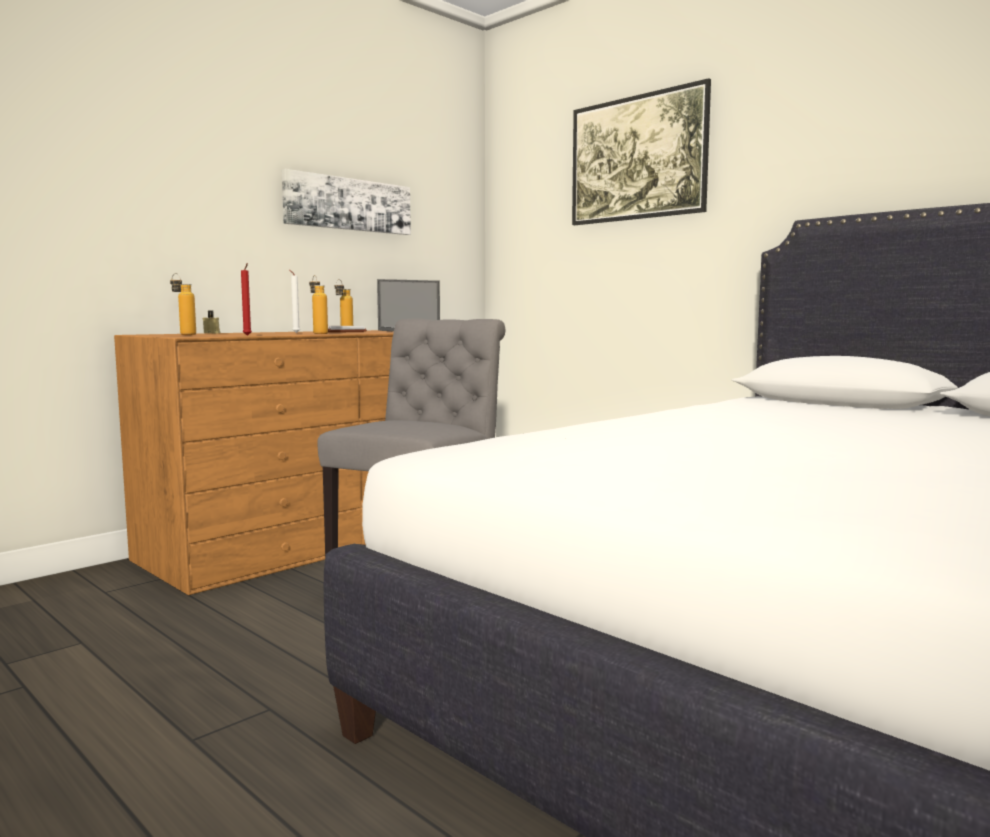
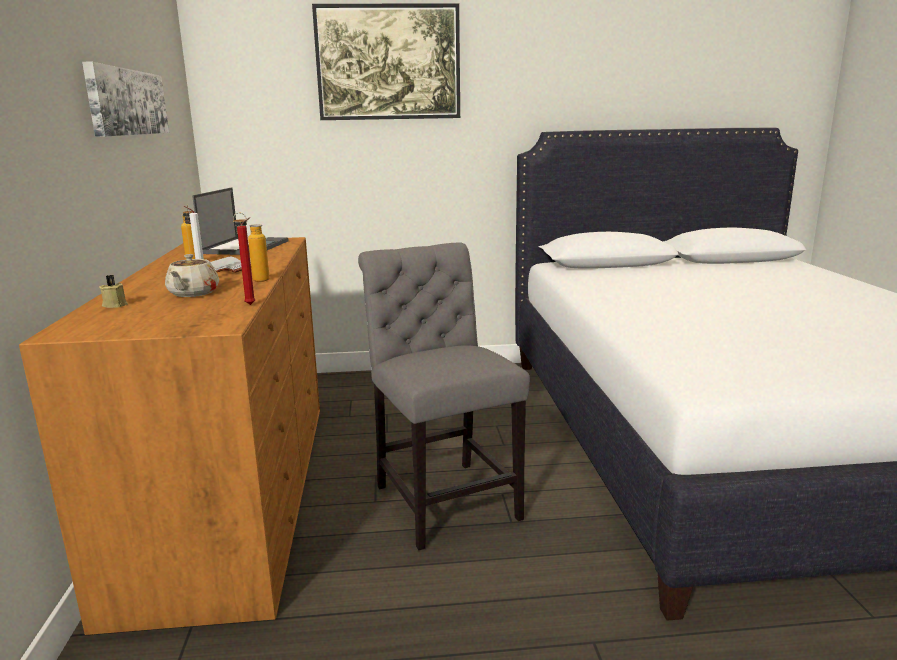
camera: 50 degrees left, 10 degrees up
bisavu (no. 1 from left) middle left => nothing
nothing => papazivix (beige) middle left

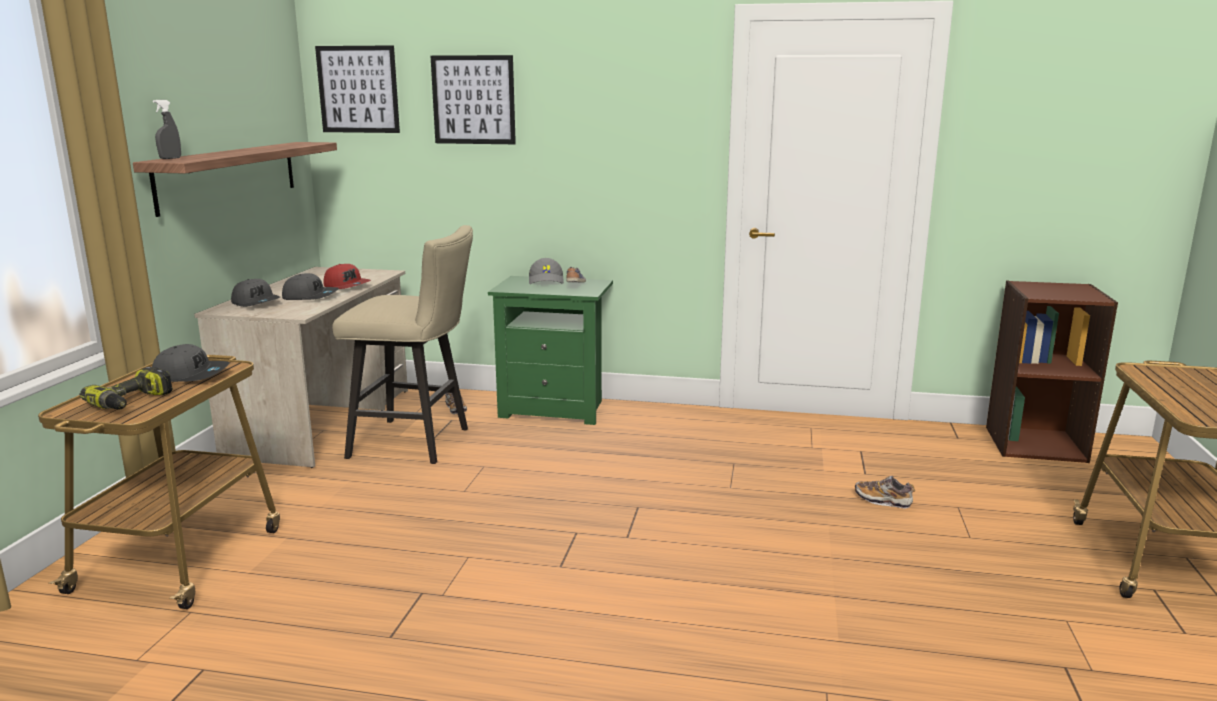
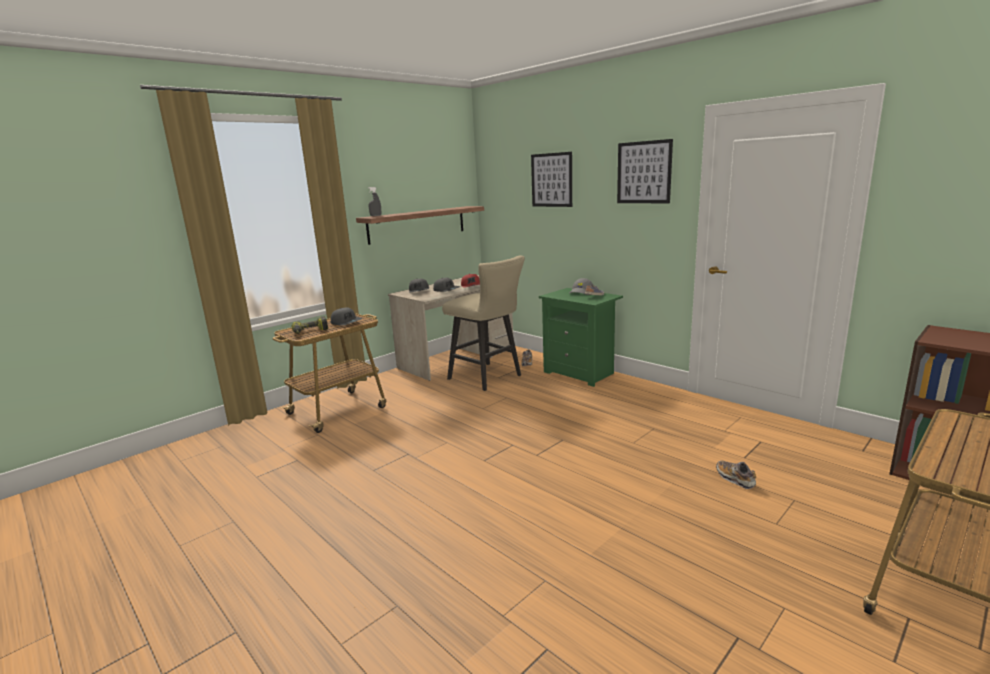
camera: 35 degrees right, 0 degrees up
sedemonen (no. 1 from left in the first image) top left => sedemonen (no. 2 from left) top centre, relocated

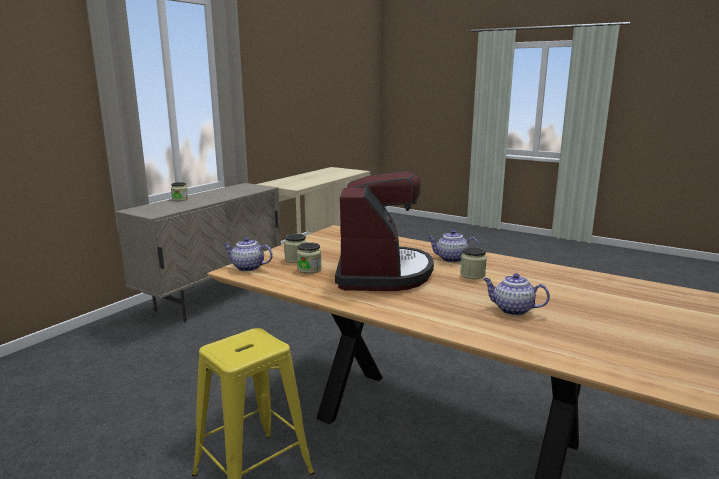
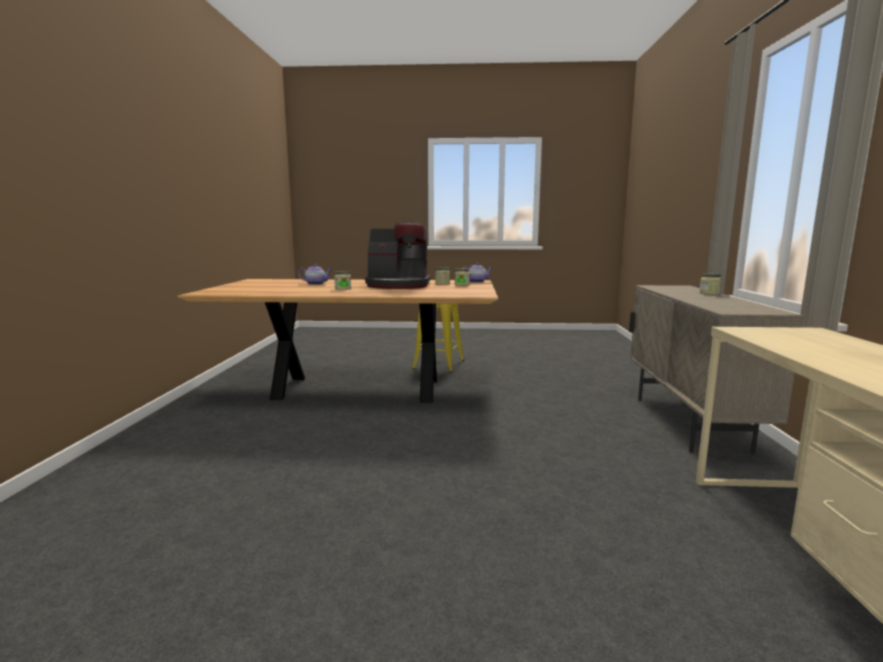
camera: 150 degrees right, 5 degrees down
papazivix (no. 2 from left) centre => nothing
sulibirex centre, 60 degrees counterclockwise

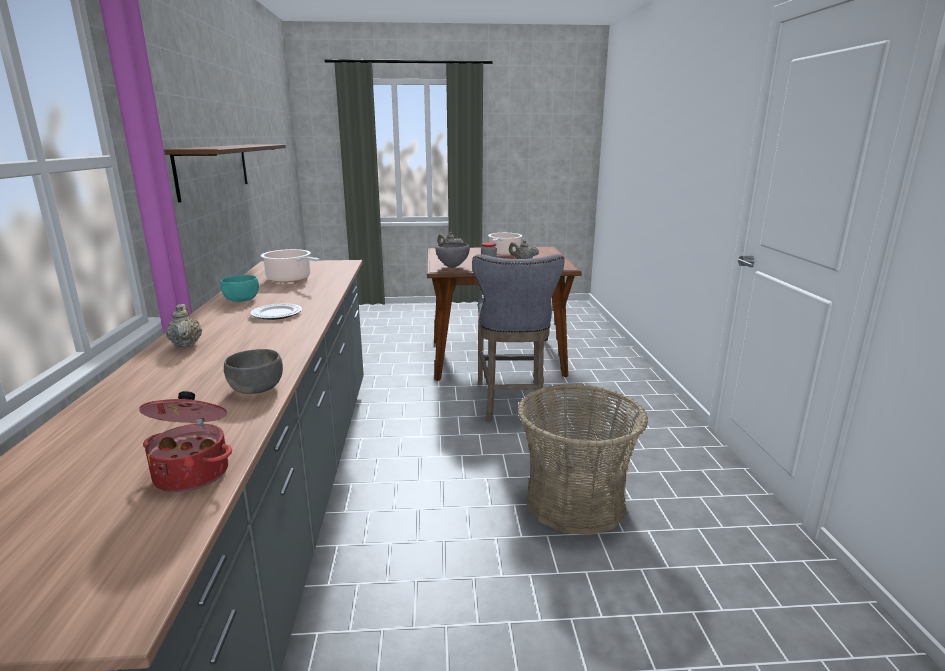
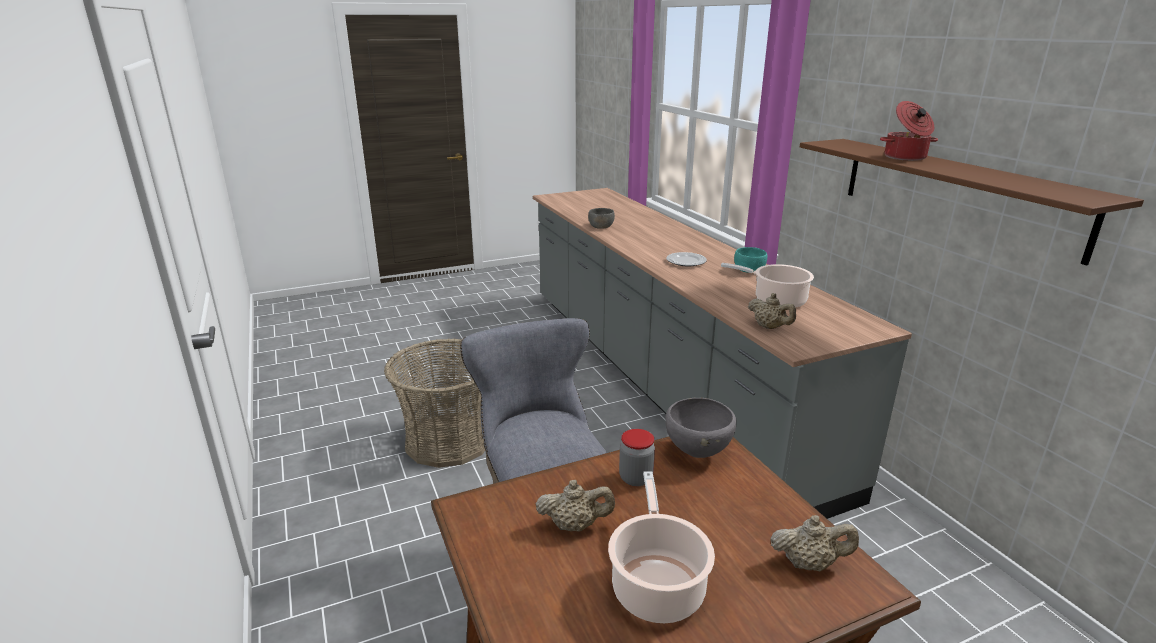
camera: 160 degrees right, 5 degrees up
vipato (no. 1 from left in the first image) middle left => vipato (no. 3 from left) top right, relocated
papazivix (beige) (no. 1 from left in the first image) middle left => papazivix (beige) (no. 2 from left) middle right, relocated

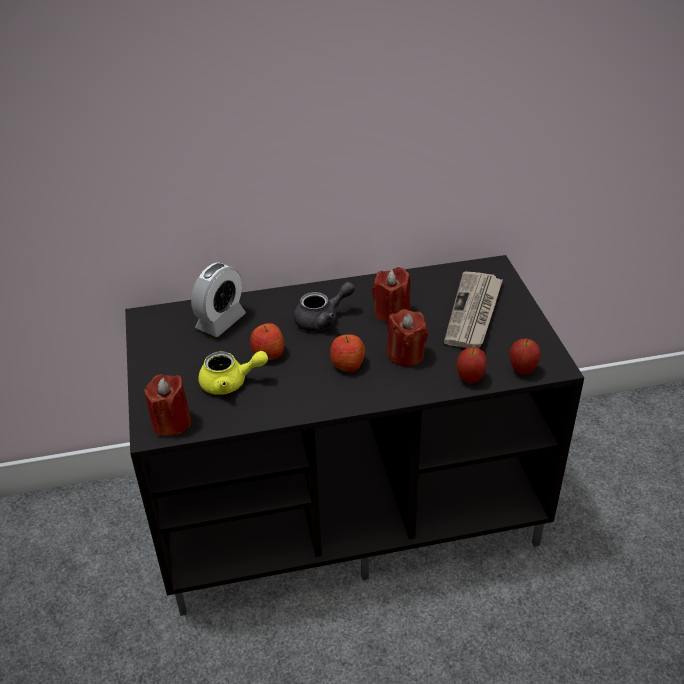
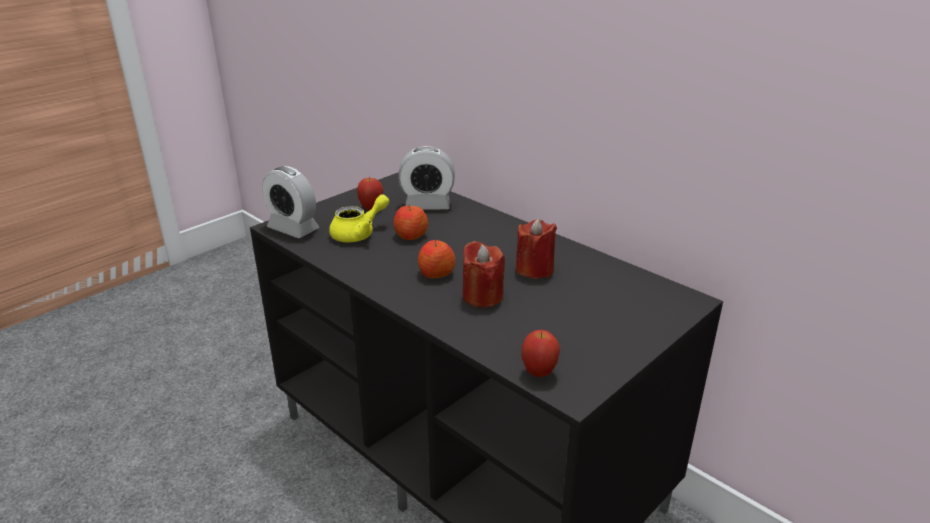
camera: 55 degrees right, 10 degrees down
papazivix (grey) centre => nothing
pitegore middle right => nothing
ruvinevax (no. 3 from left in the first image) middle right => ruvinevax (no. 1 from left) centre, relocated
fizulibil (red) (no. 1 from left) middle left => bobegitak (no. 1 from left) middle left
papazivix (yellow) centre, 90 degrees counterclockwise

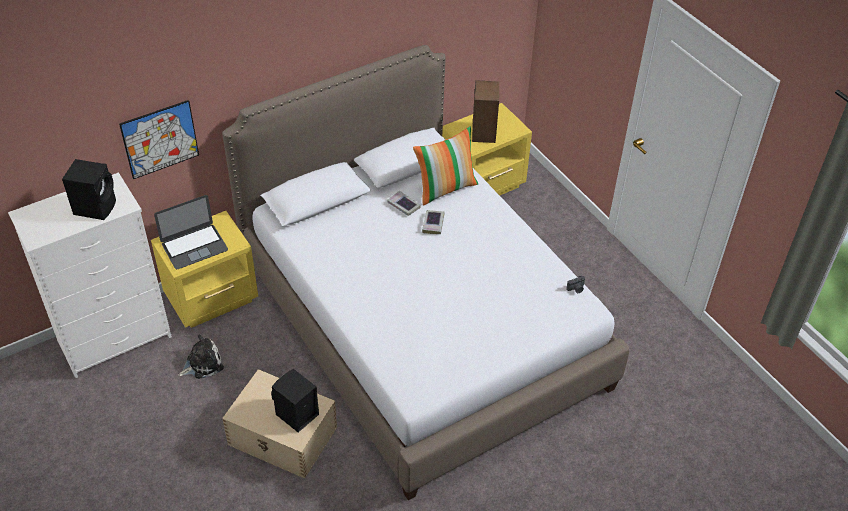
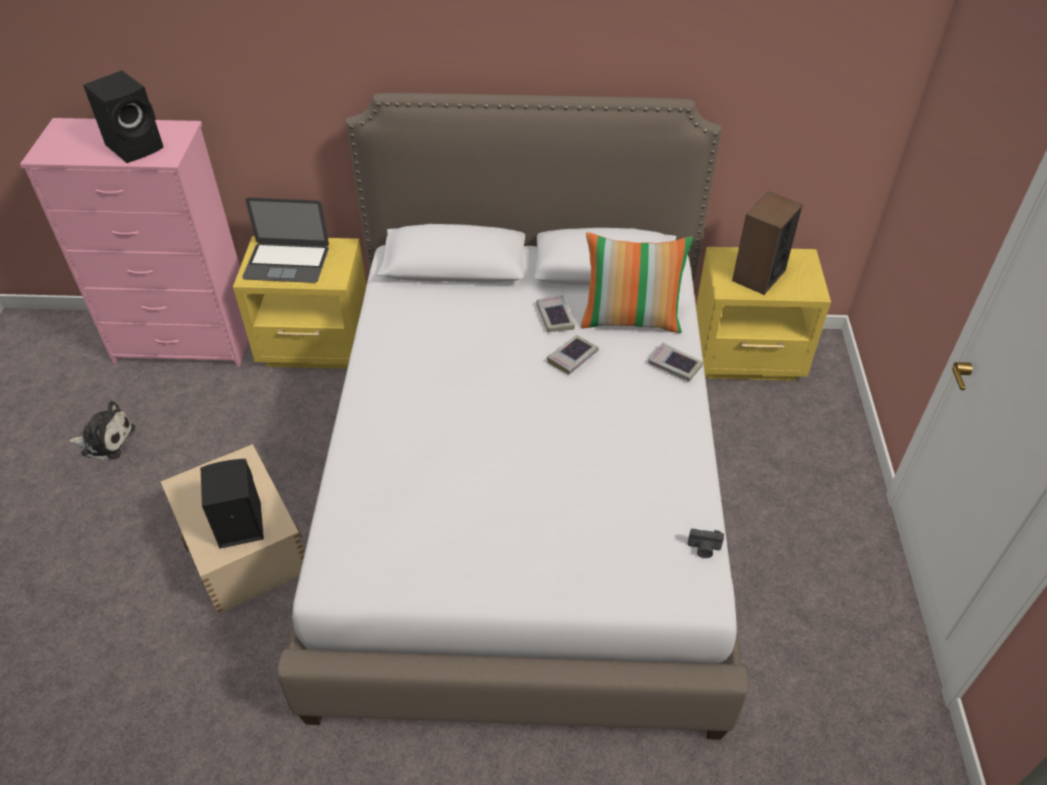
camera: 35 degrees right, 0 degrees up
sedemonen top left => nothing
nothing => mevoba (no. 3 from left) centre
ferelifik bottom left => ferelifik middle left, relocated
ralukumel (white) middle left => ralukumel (pink) top left

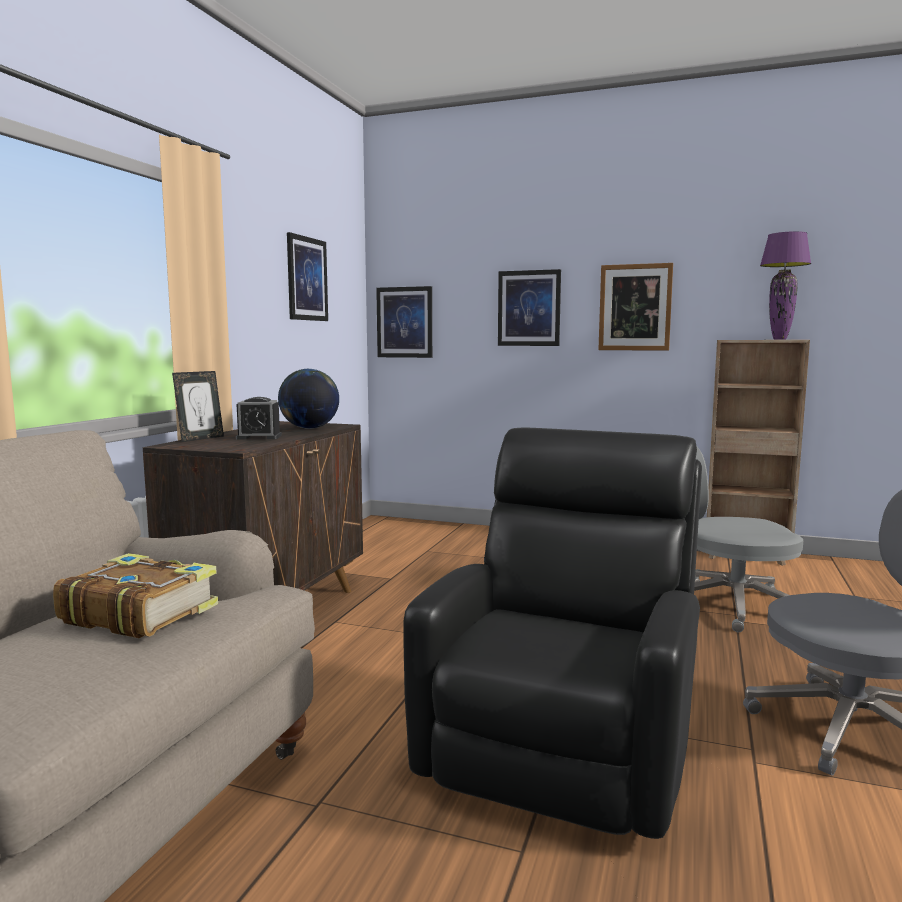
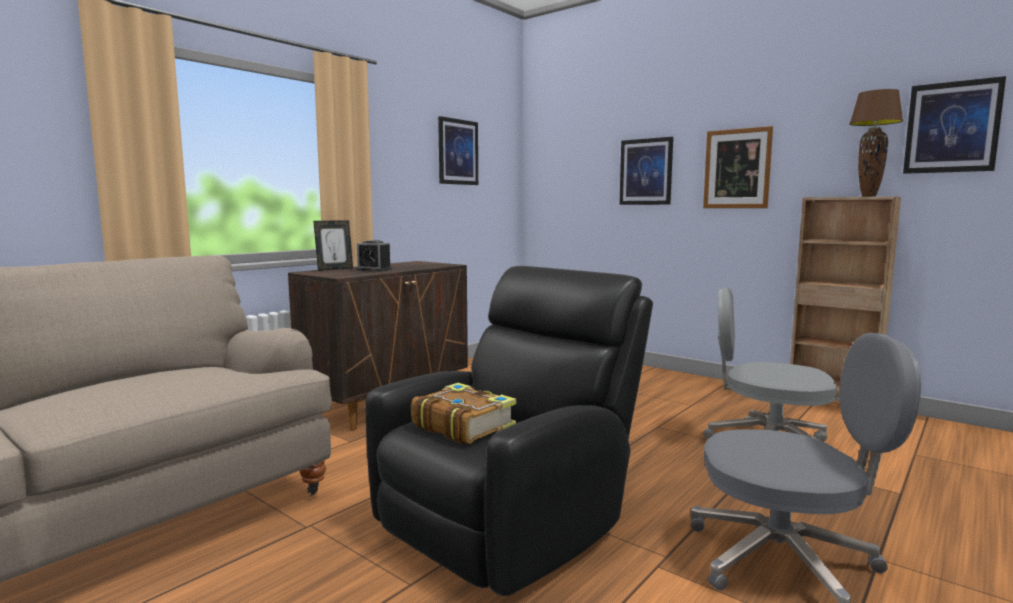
camera: 20 degrees right, 0 degrees up
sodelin centre => nothing
mevoba middle left => mevoba bottom centre, relocated
sedemonen (no. 2 from left in the first image) centre => sedemonen (no. 4 from left) top right, relocated
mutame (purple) top right => mutame (brown) top right

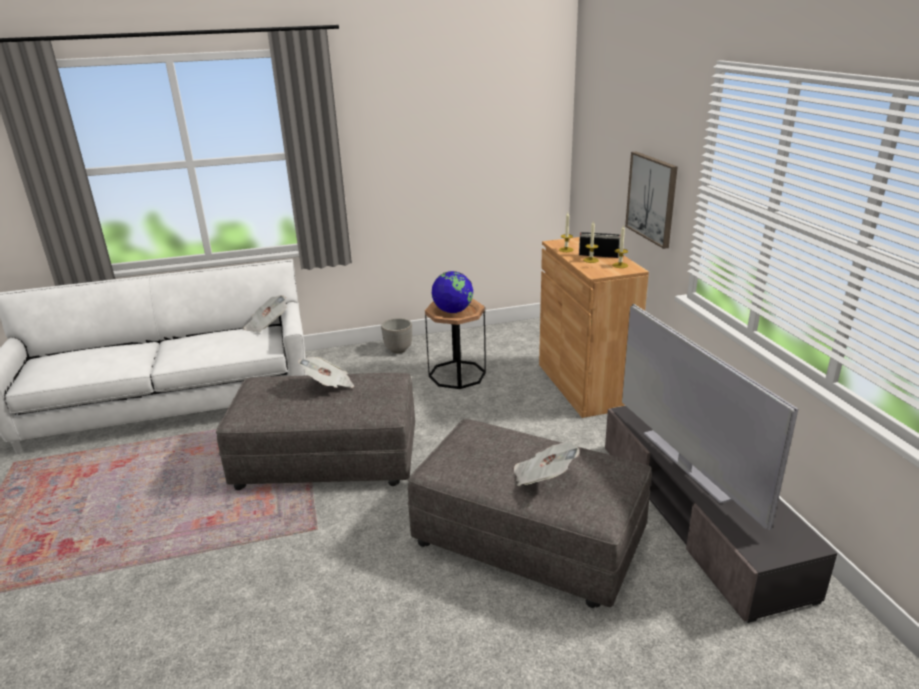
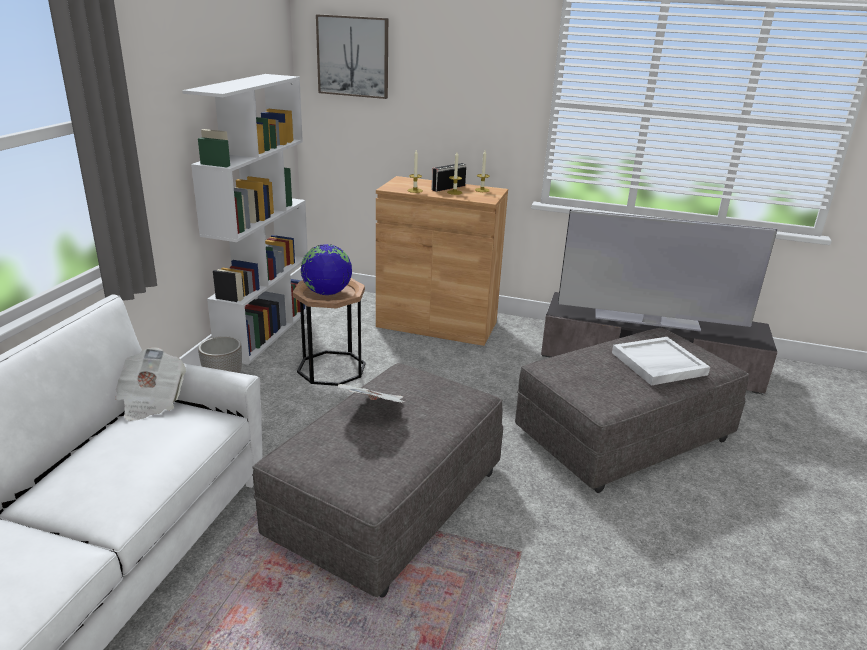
camera: 60 degrees left, 0 degrees up
nothing => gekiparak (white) middle left
sedemonen top right => sedemonen top centre, relocated
pitegore (no. 3 from left) bottom centre => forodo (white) middle right

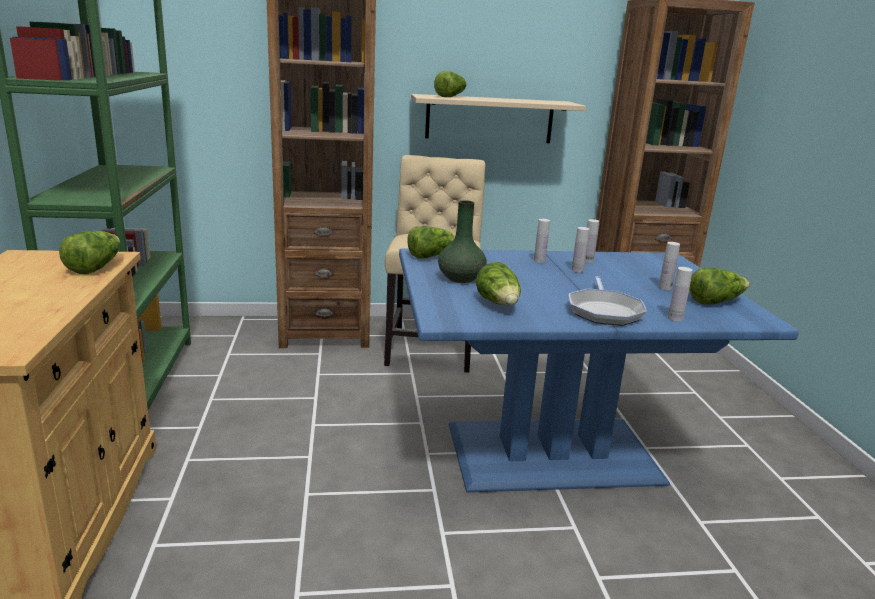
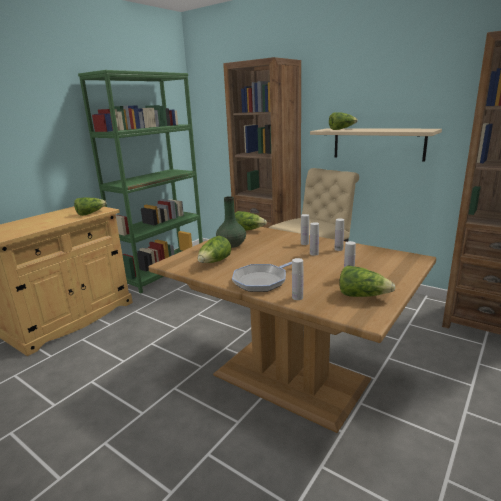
camera: 45 degrees right, 0 degrees up
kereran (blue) middle right => kereran (brown) centre

